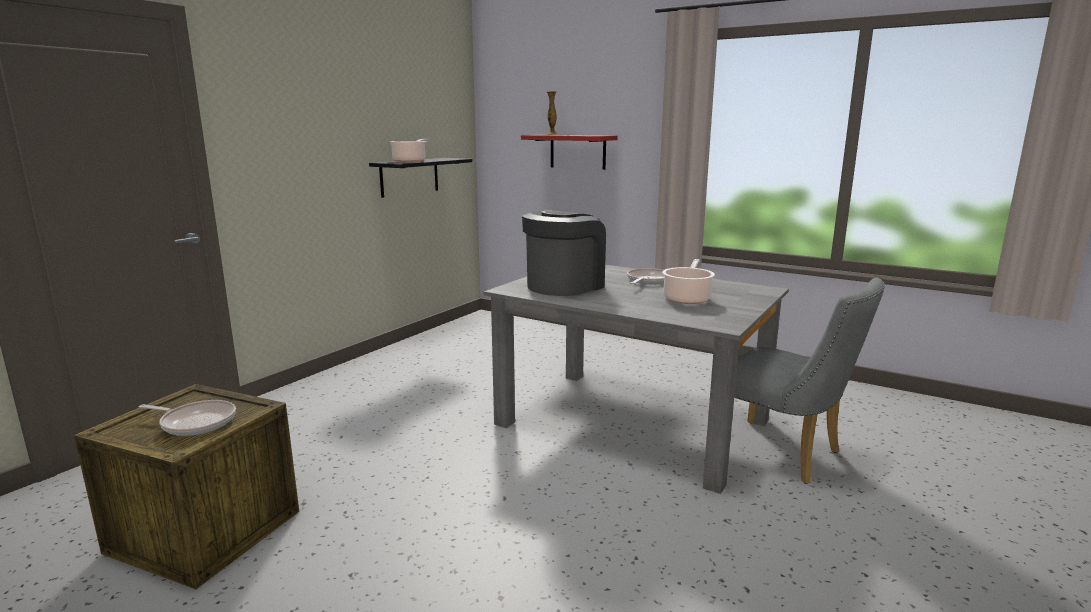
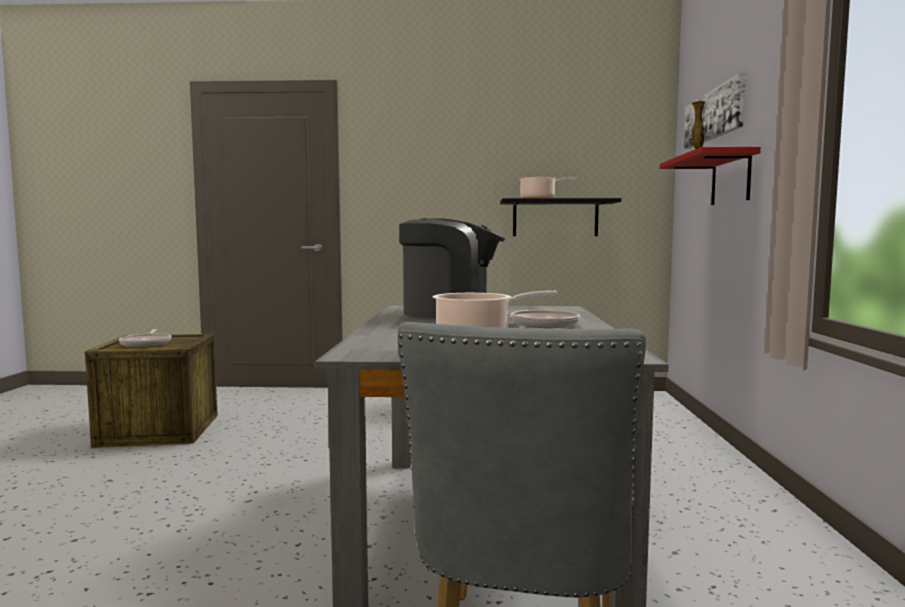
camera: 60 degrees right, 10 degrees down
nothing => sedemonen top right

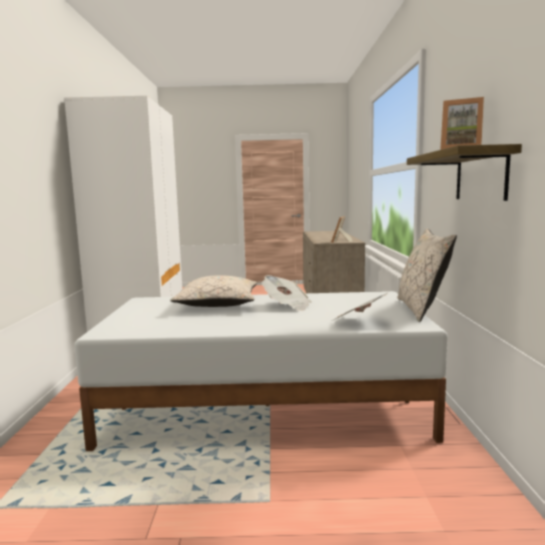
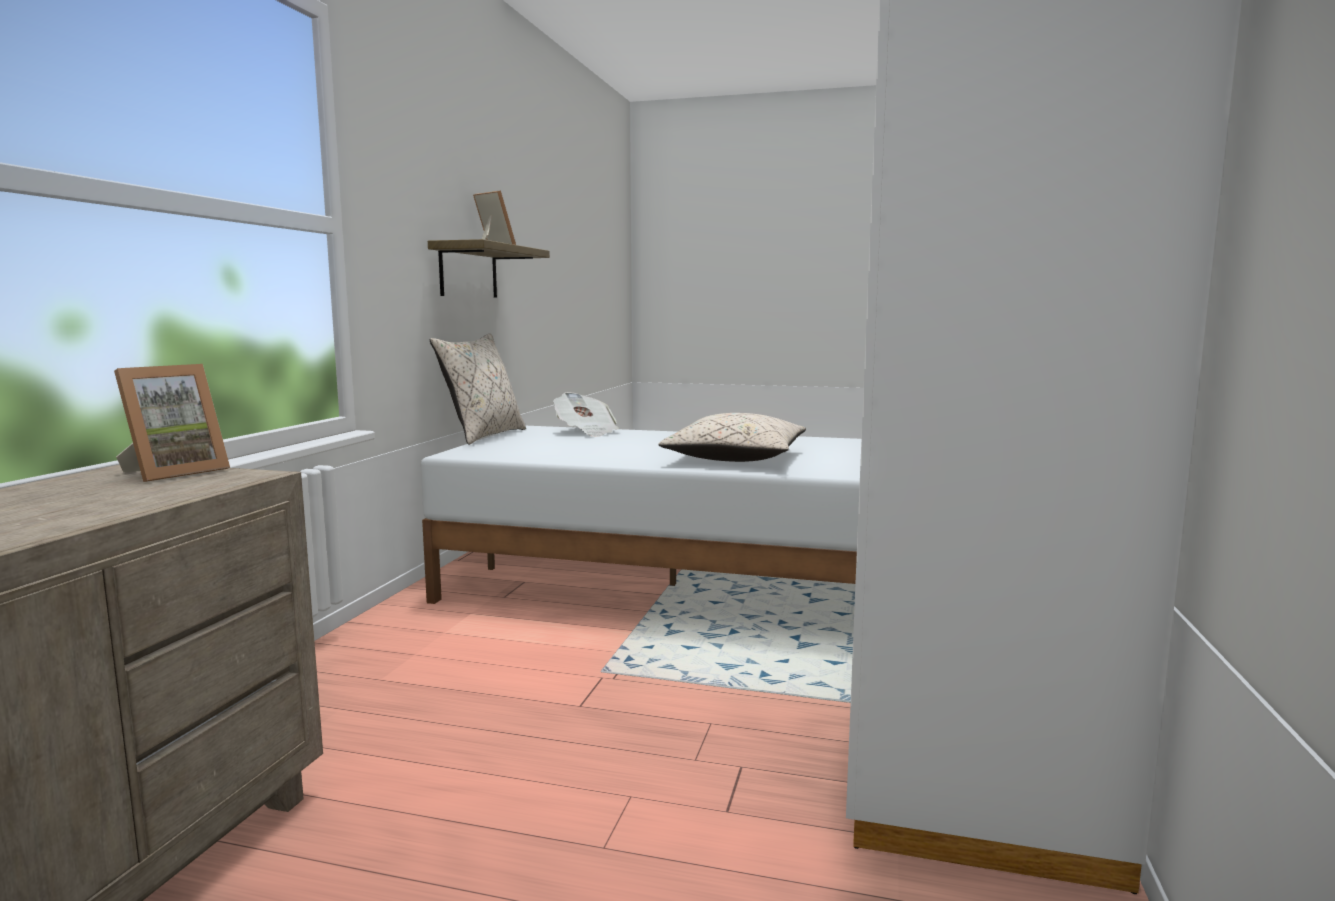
camera: 165 degrees left, 0 degrees up
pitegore (no. 1 from left) centre => nothing

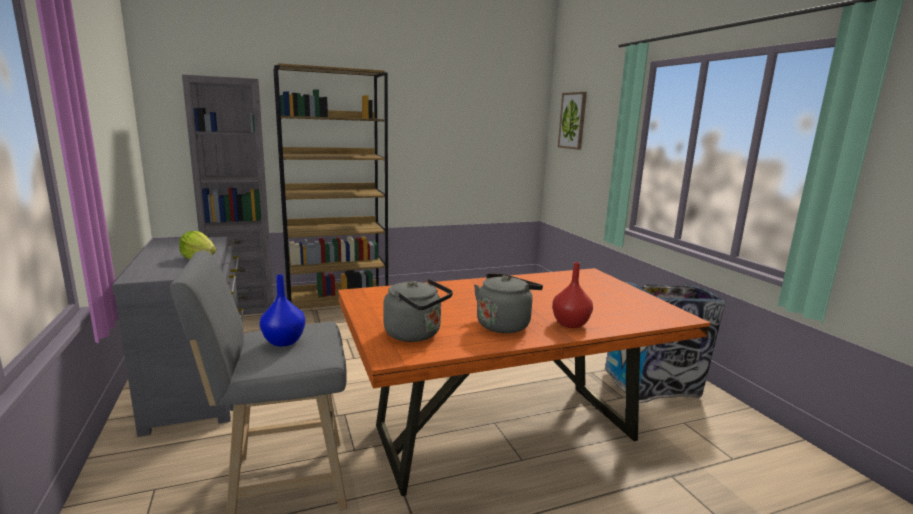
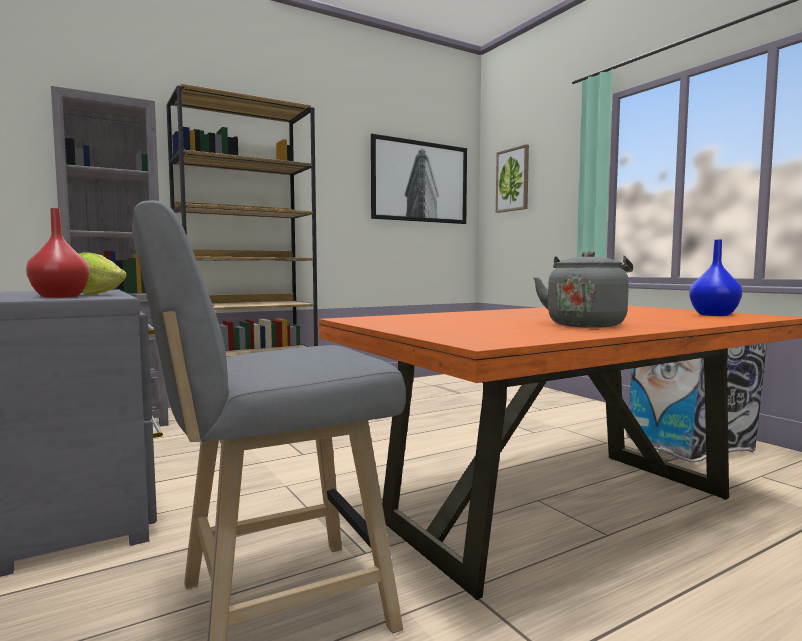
camera: 10 degrees left, 10 degrees down
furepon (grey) (no. 1 from left) centre => nothing
nothing => sedemonen (no. 1 from left) top centre
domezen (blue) middle left => domezen (blue) middle right, relocated
domezen (red) centre => domezen (red) middle left, relocated

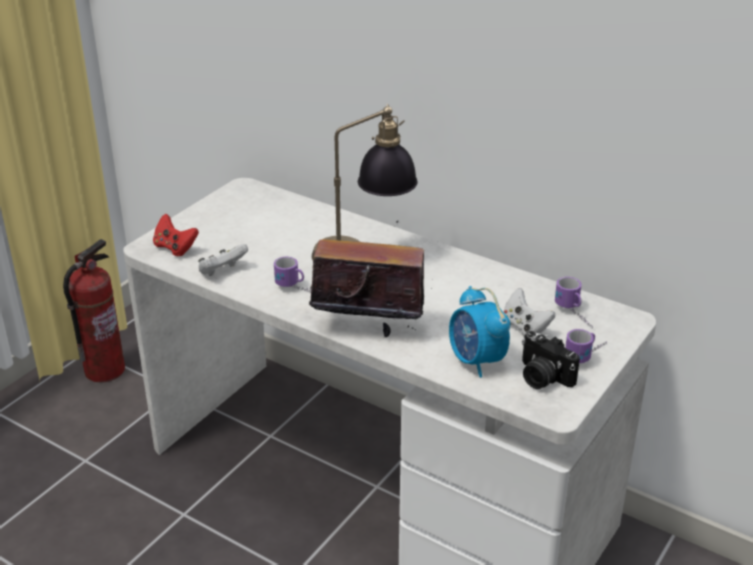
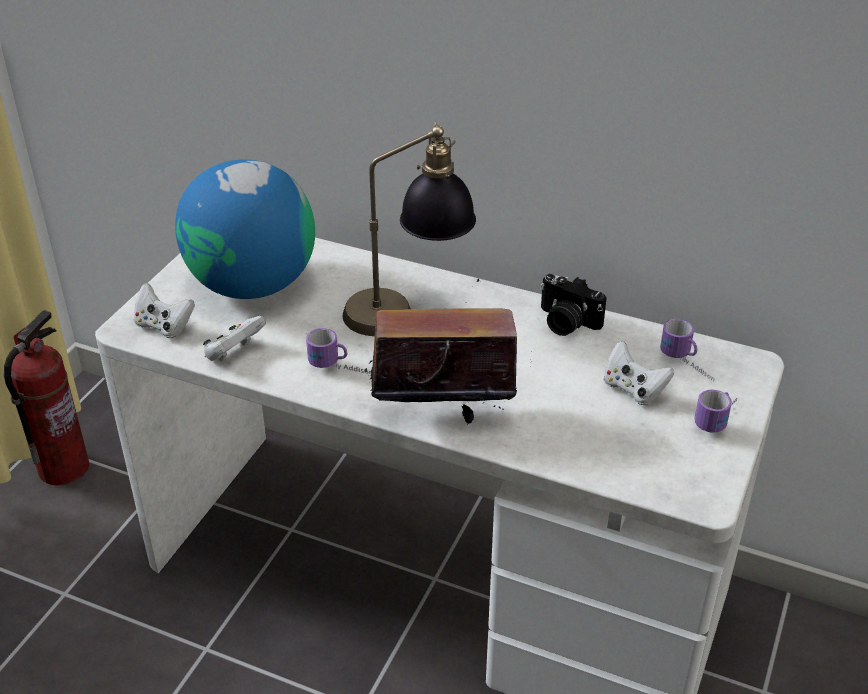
camera: 10 degrees left, 5 degrees up
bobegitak centre => nothing
nothing => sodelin top left
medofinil middle right => medofinil centre, relocated
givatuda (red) middle left => givatuda (white) (no. 1 from left) middle left

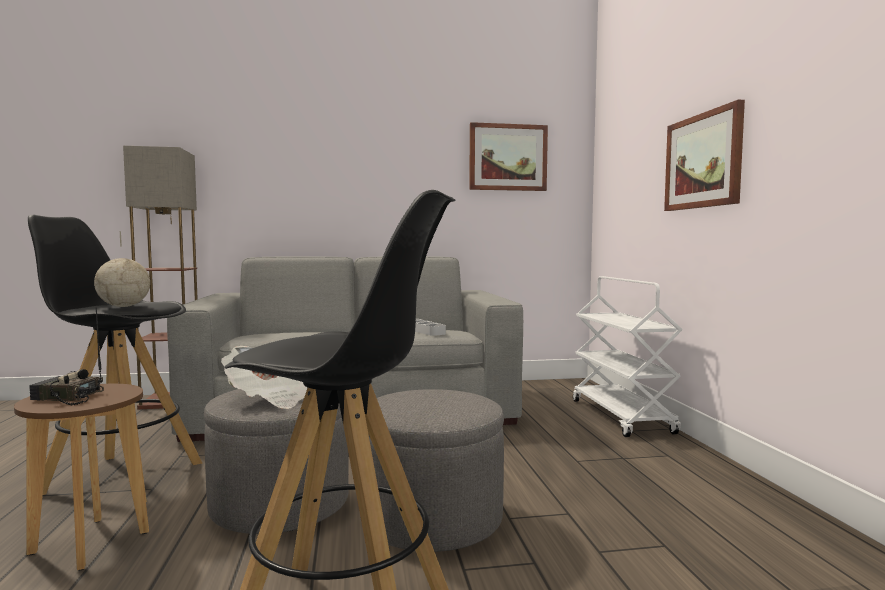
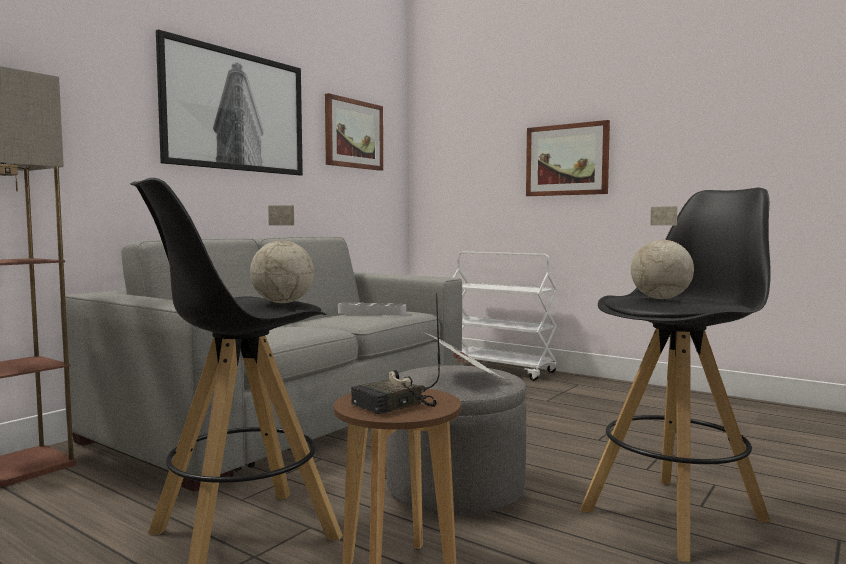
camera: 45 degrees left, 0 degrees up
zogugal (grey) (no. 2 from left) bottom centre => nothing
nothing => sedemonen (no. 1 from left) top left
nothing => sodelin (no. 2 from left) middle right

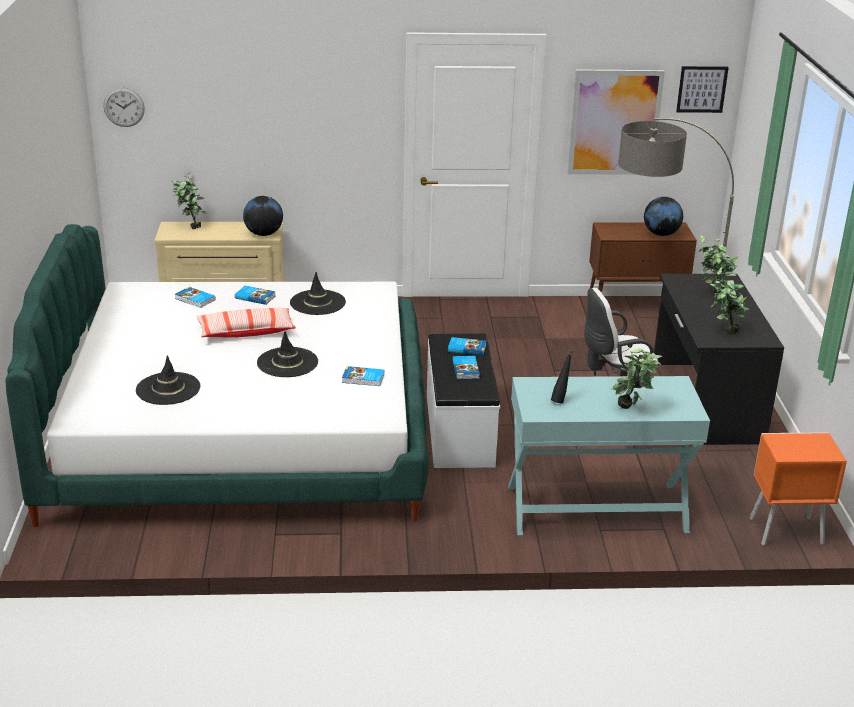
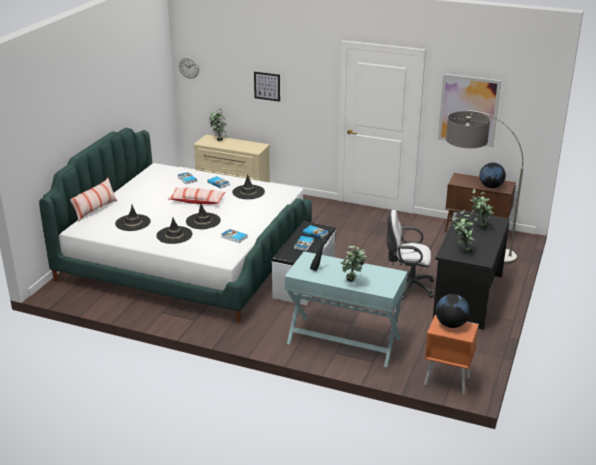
camera: 25 degrees right, 0 degrees up
nothing => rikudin (no. 1 from left) middle left
nothing => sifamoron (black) (no. 2 from left) middle left
sodelin (no. 1 from left) top left => sodelin (no. 1 from left) bottom right, relocated
sedemonen (no. 2 from left in the first image) top right => sedemonen (no. 1 from left) top centre, relocated

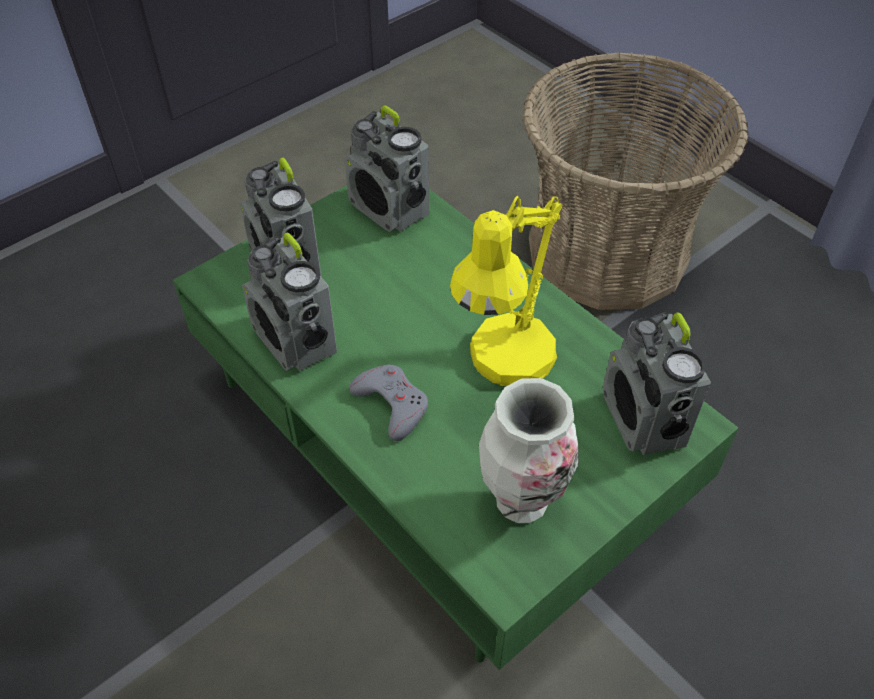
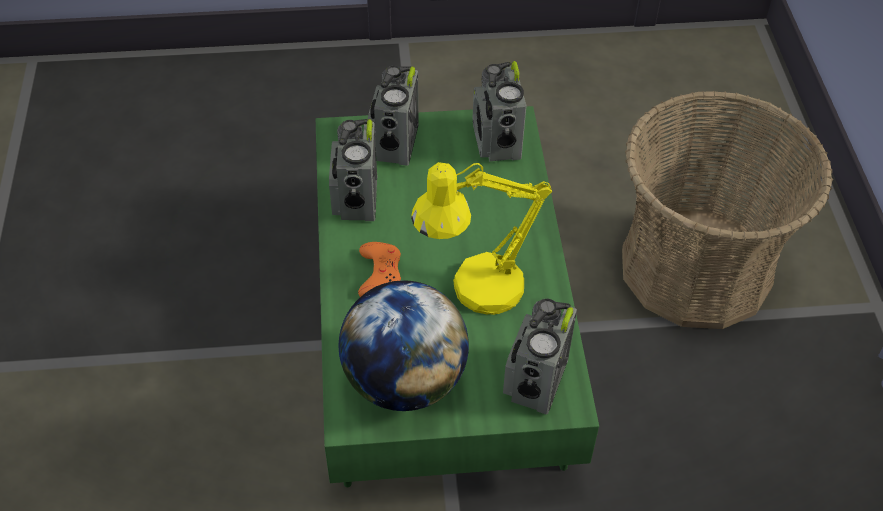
camera: 35 degrees right, 0 degrees up
domezen centre => sodelin bottom centre
givatuda (grey) centre => givatuda (orange) centre

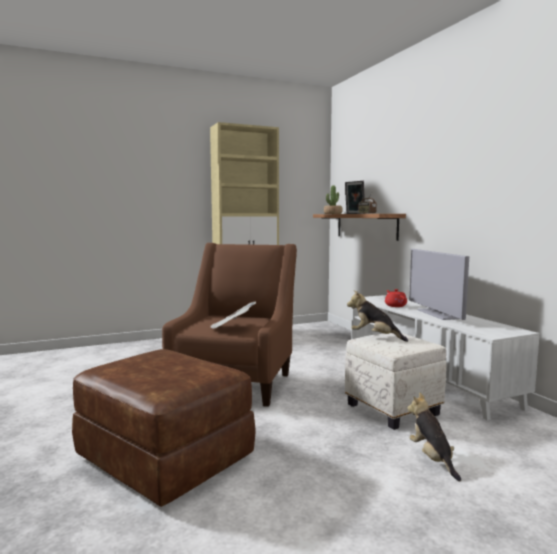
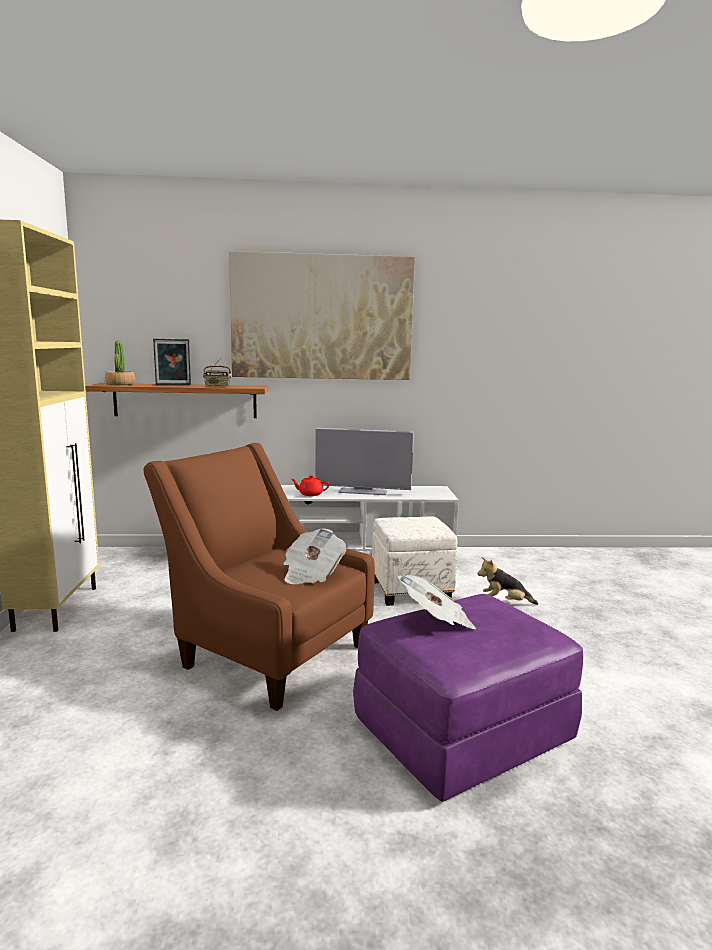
camera: 70 degrees left, 5 degrees up
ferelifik (no. 1 from left) middle right => nothing
nothing => sedemonen top centre
nothing => pitegore (no. 2 from left) centre
zogugal (brown) bottom left => zogugal (purple) bottom centre

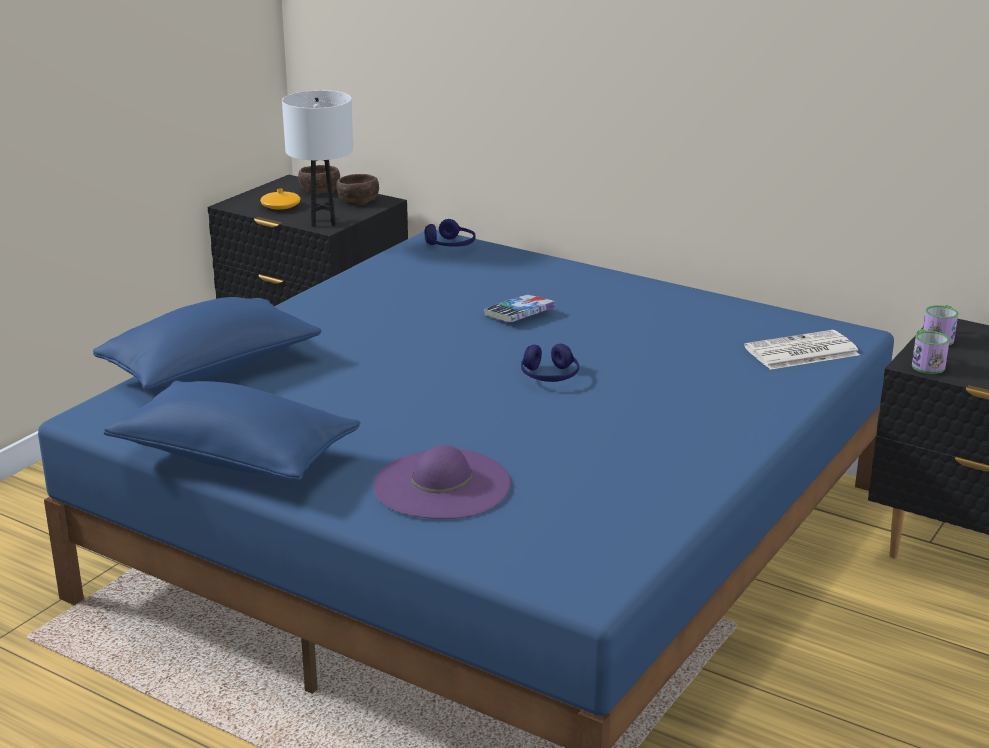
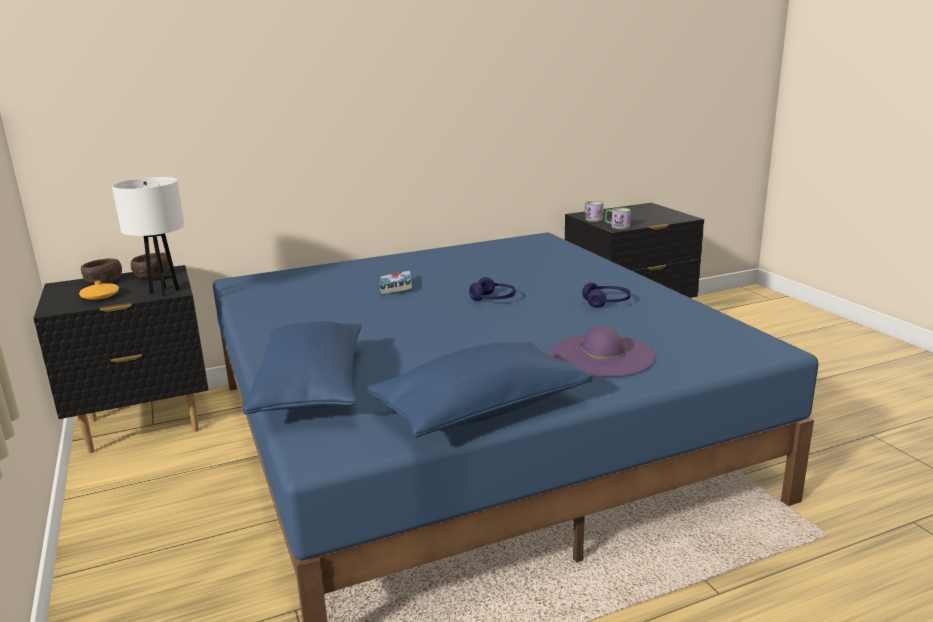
camera: 55 degrees left, 5 degrees down
pitegore middle right => nothing
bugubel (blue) (no. 1 from left in the first image) top centre => bugubel (blue) (no. 2 from left) centre, relocated

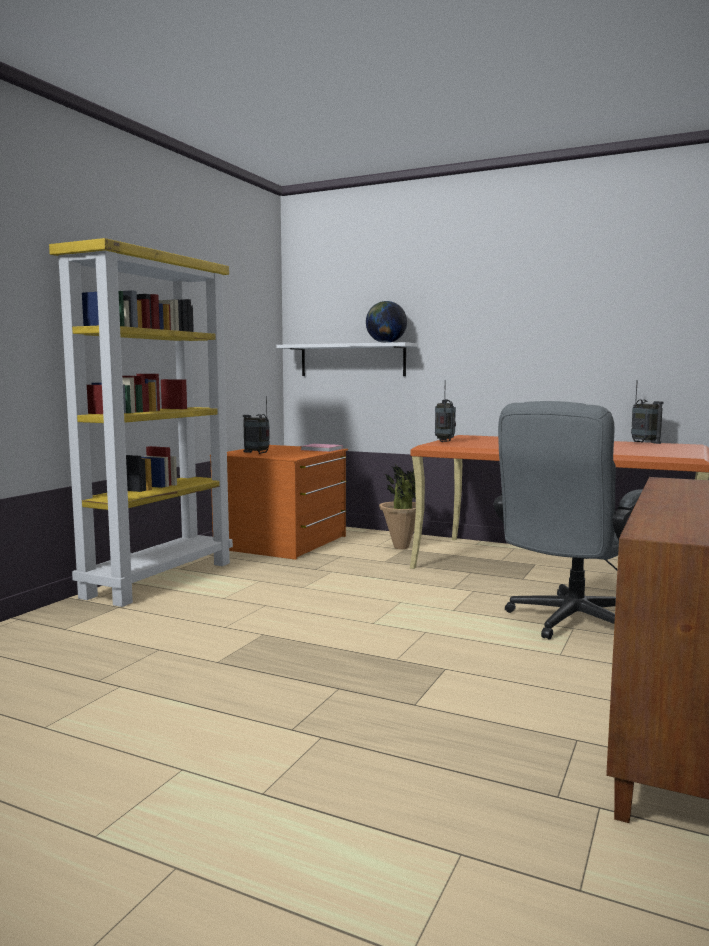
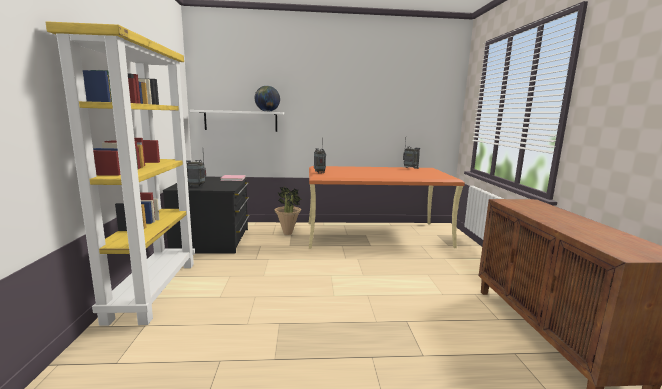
camera: 30 degrees left, 5 degrees up
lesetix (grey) middle right => nothing
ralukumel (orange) centre => ralukumel (black) middle left

